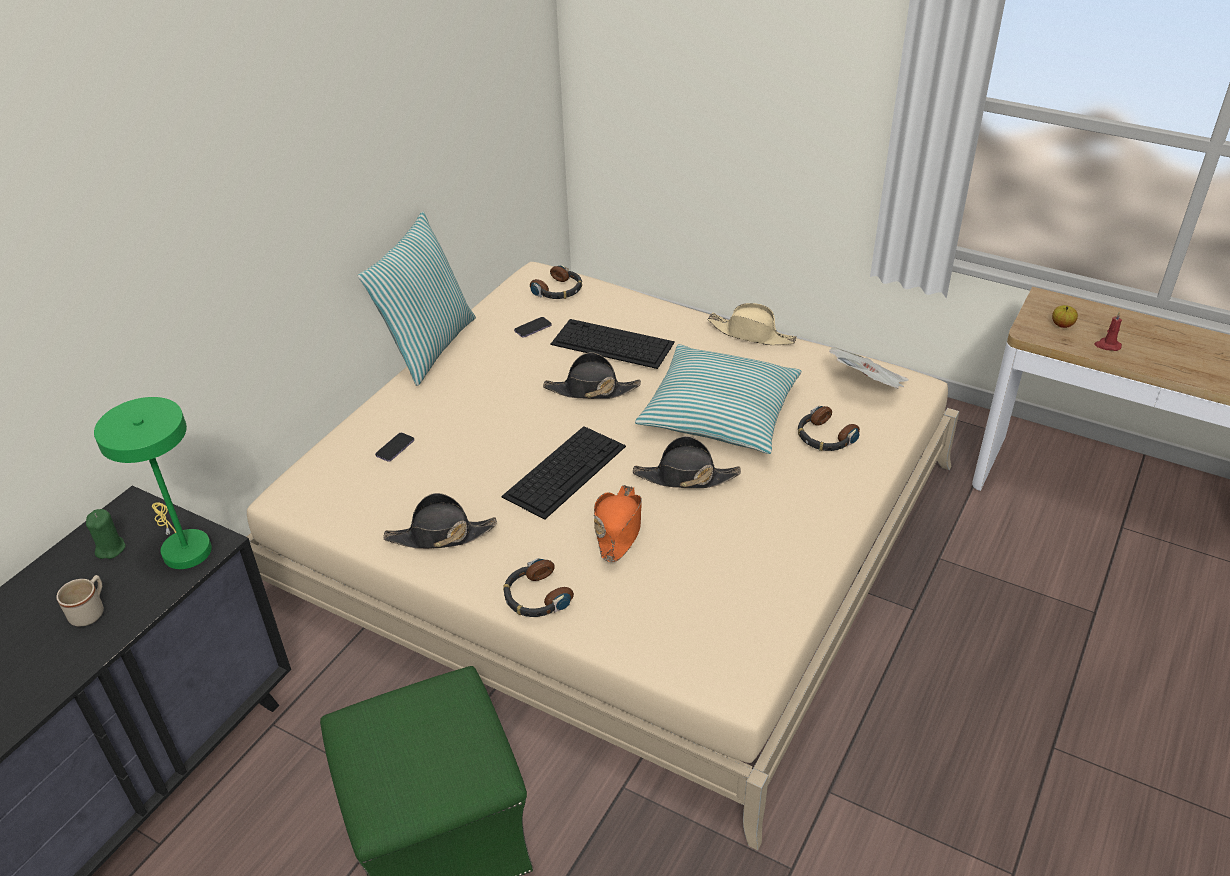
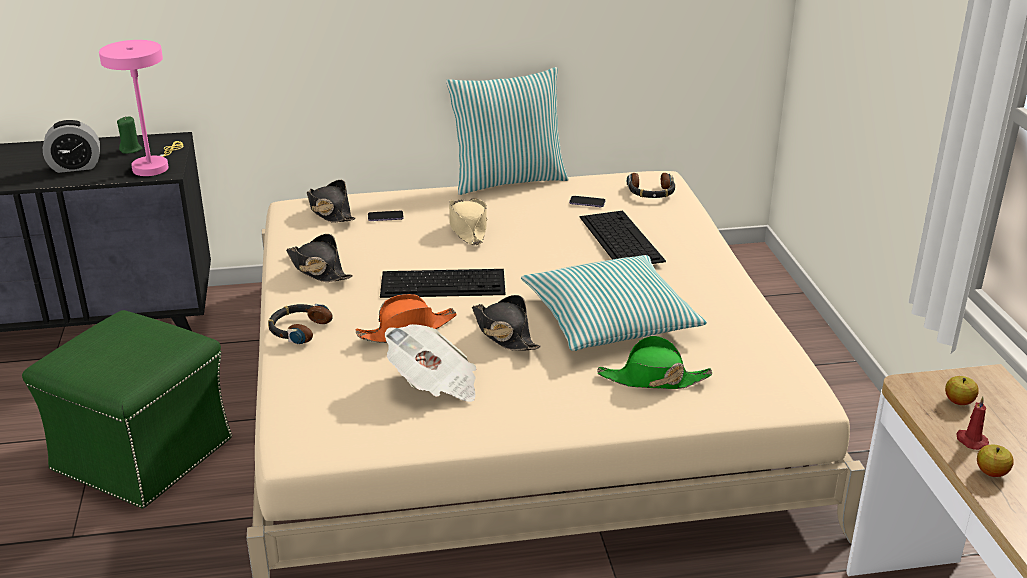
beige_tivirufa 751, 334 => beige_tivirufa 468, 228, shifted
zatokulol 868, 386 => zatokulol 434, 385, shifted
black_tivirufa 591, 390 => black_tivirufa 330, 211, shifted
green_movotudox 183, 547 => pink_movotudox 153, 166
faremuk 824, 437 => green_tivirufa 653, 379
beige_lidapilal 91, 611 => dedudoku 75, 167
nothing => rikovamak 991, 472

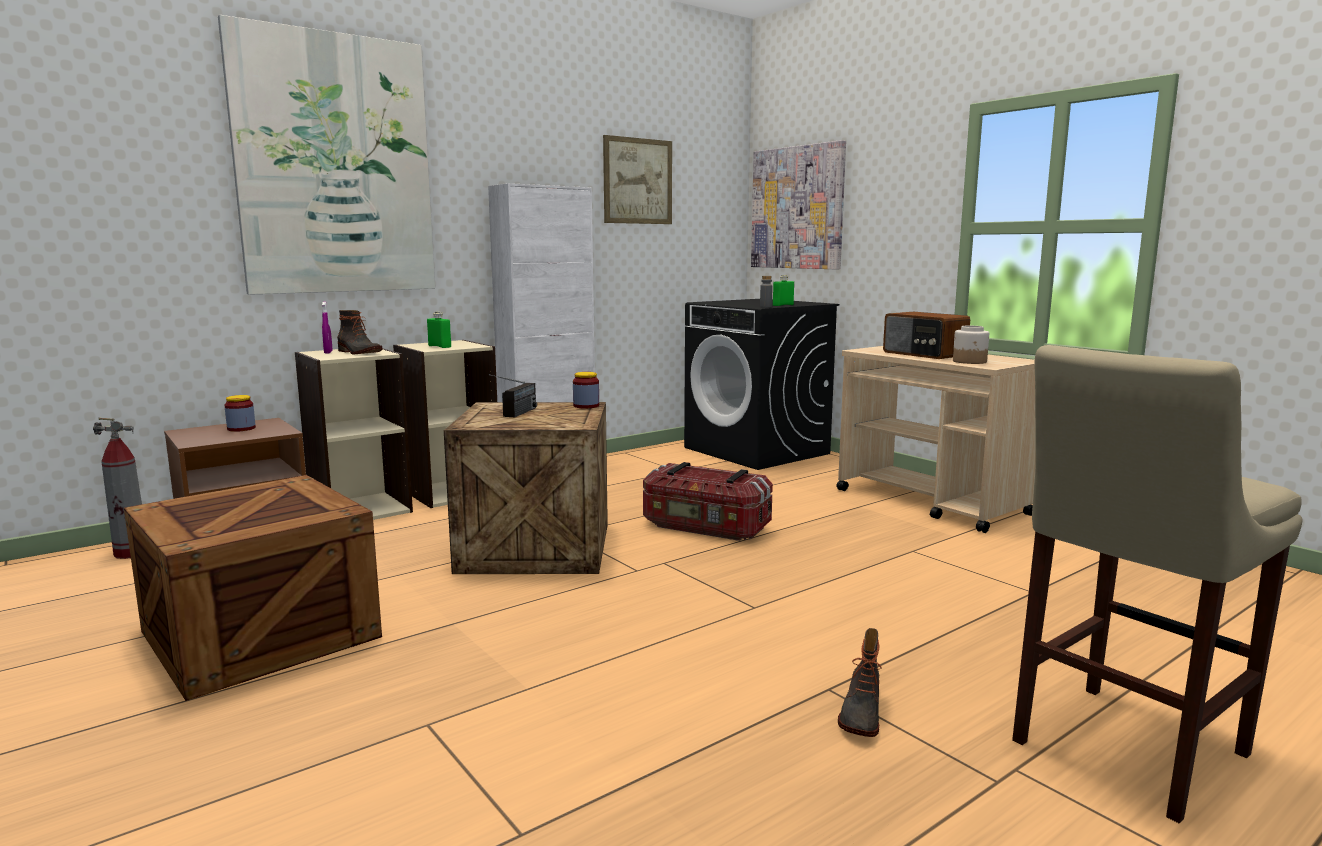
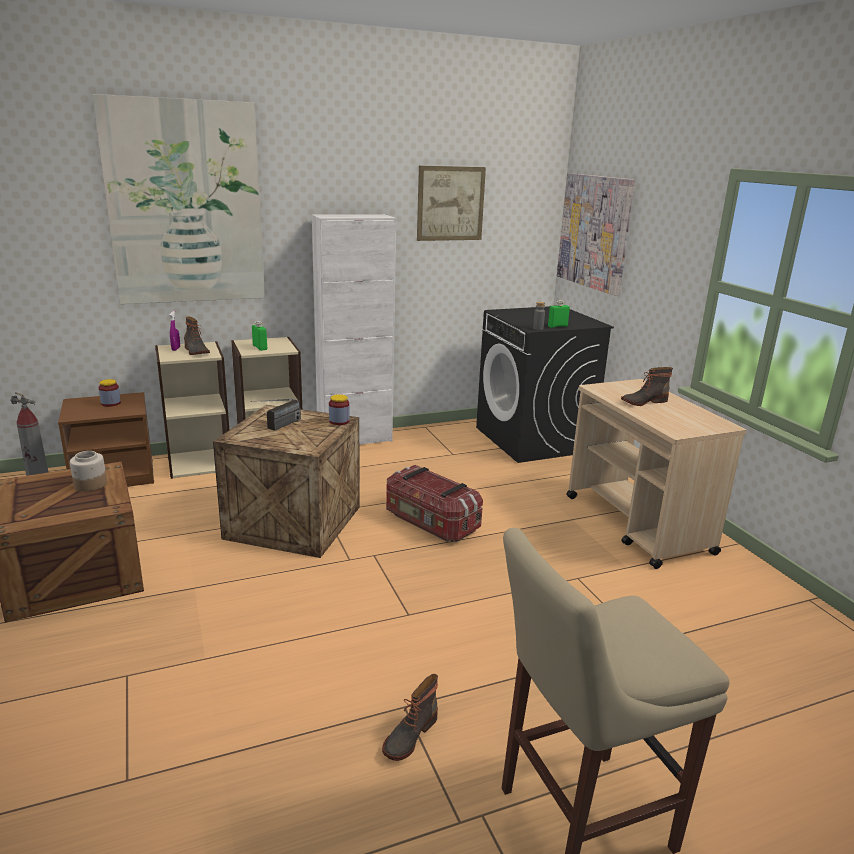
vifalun 923, 354 => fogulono 643, 401
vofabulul 970, 361 => vofabulul 90, 484, shifted

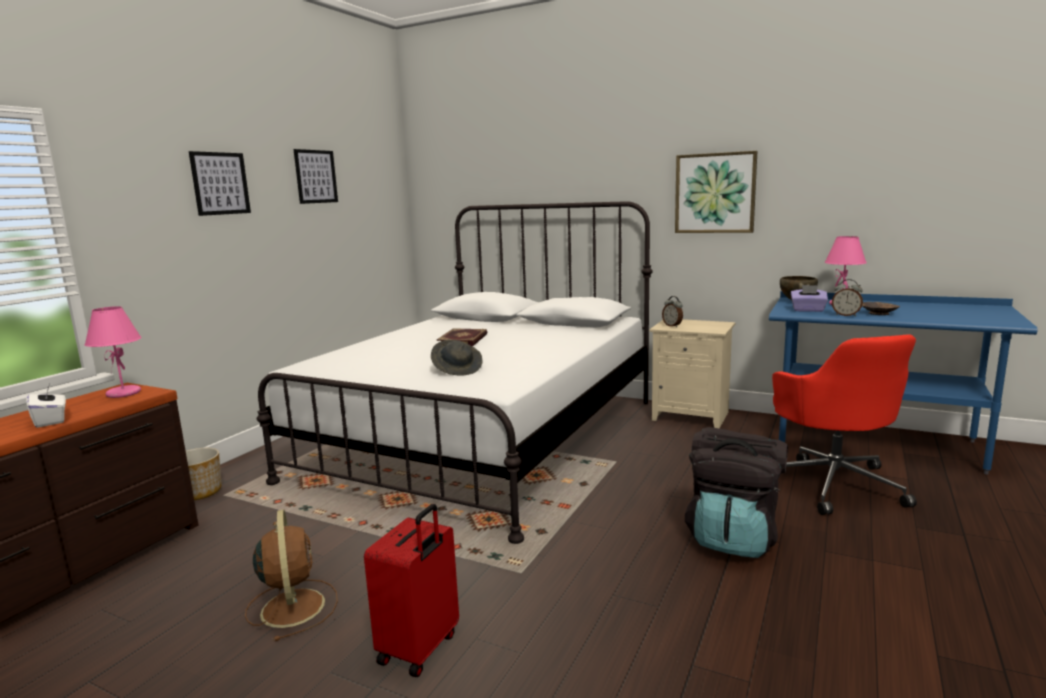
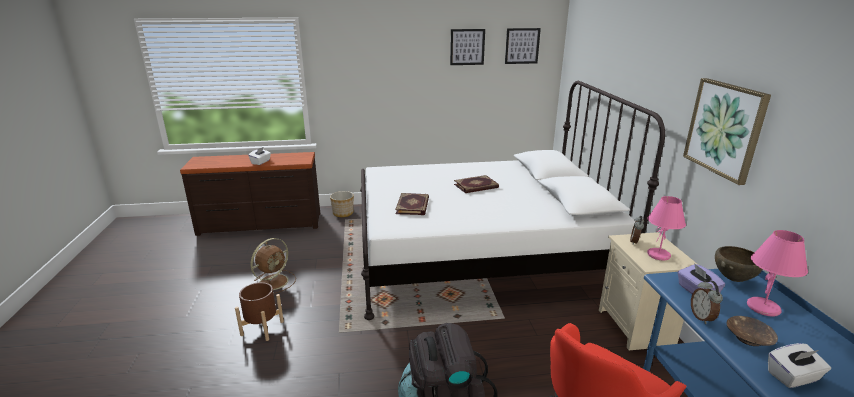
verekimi 220, 183 => verekimi 522, 46, shifted
pink_movotudox 124, 393 => pink_movotudox 658, 255, shifted
grey_tivirufa 457, 369 => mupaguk 413, 206
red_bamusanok 420, 649 => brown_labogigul 262, 328
nothing => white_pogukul 793, 377

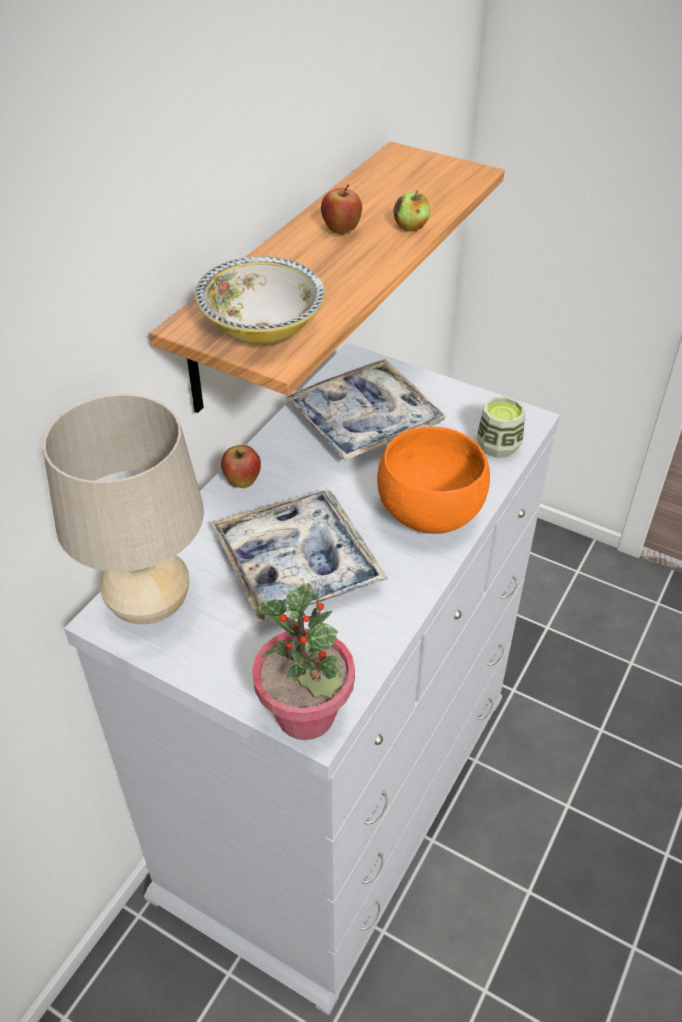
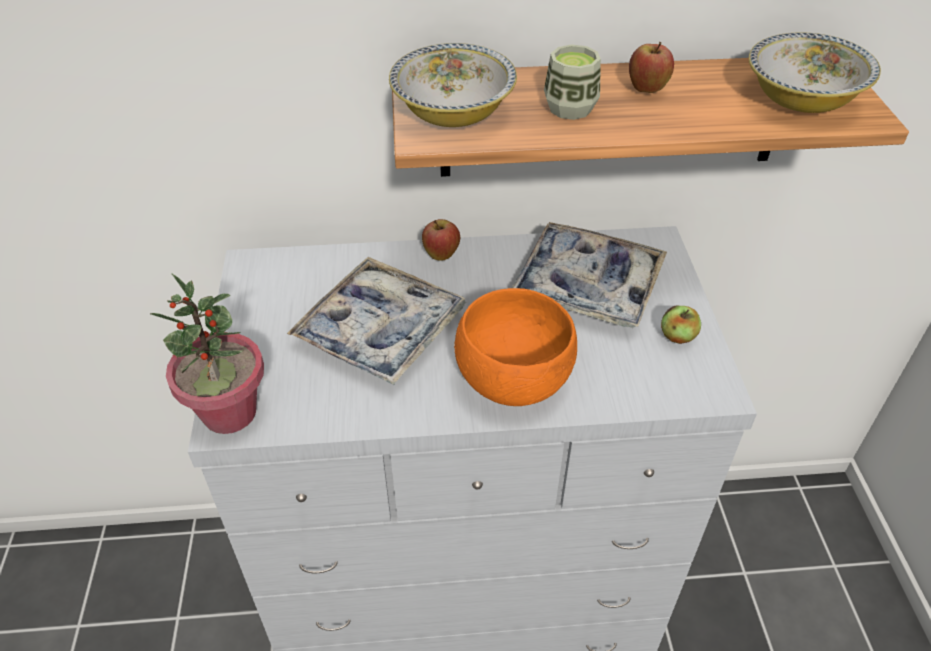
rikovamak 411, 227 => rikovamak 677, 336, shifted
beige_movotudox 150, 606 => nothing
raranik 498, 446 => raranik 570, 108, shifted
nothing => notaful 801, 100

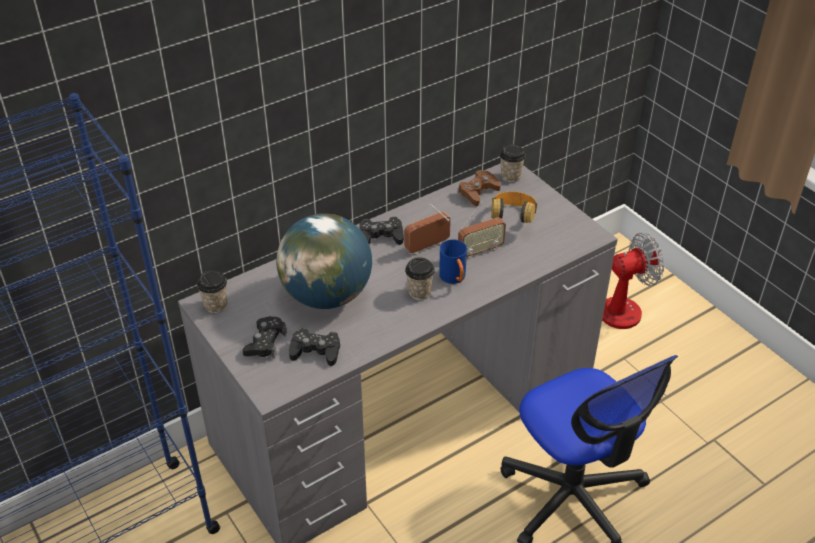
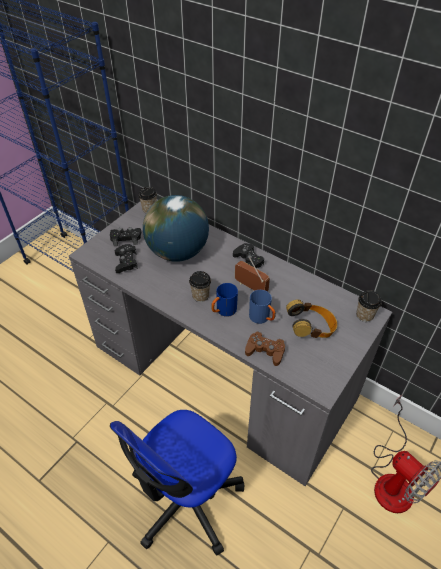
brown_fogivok 478, 192 => brown_fogivok 265, 351, shifted
vifalun 480, 250 => blue_lidapilal 262, 318

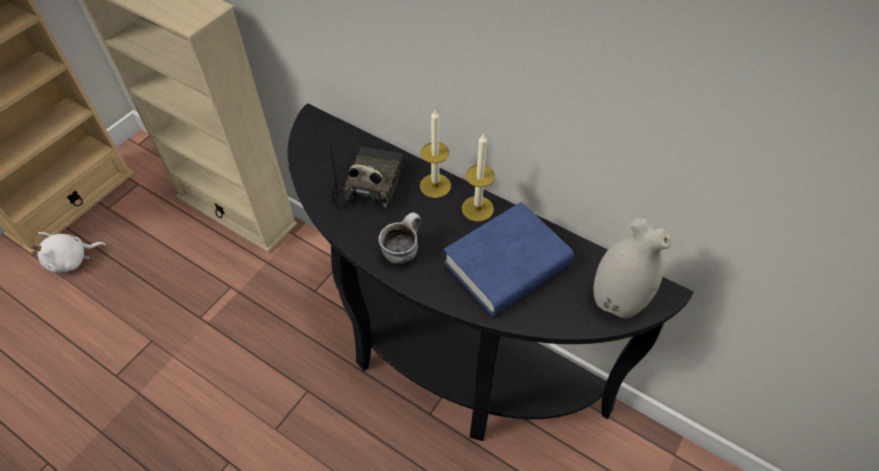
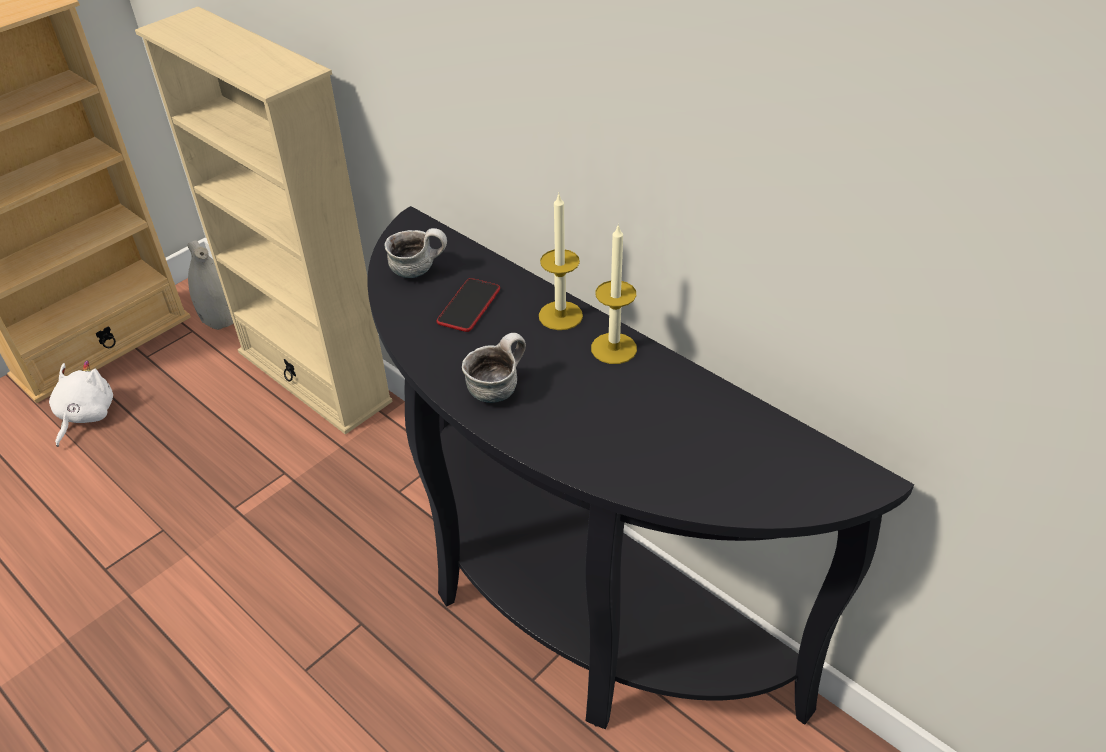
vifalun 368, 184 => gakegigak 469, 306
blue_mupaguk 507, 264 => nothing
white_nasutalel 618, 299 => white_nasutalel 221, 319, shifted
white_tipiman 72, 260 => white_tipiman 85, 416, 120 degrees clockwise
nothing => lidapilal 419, 269

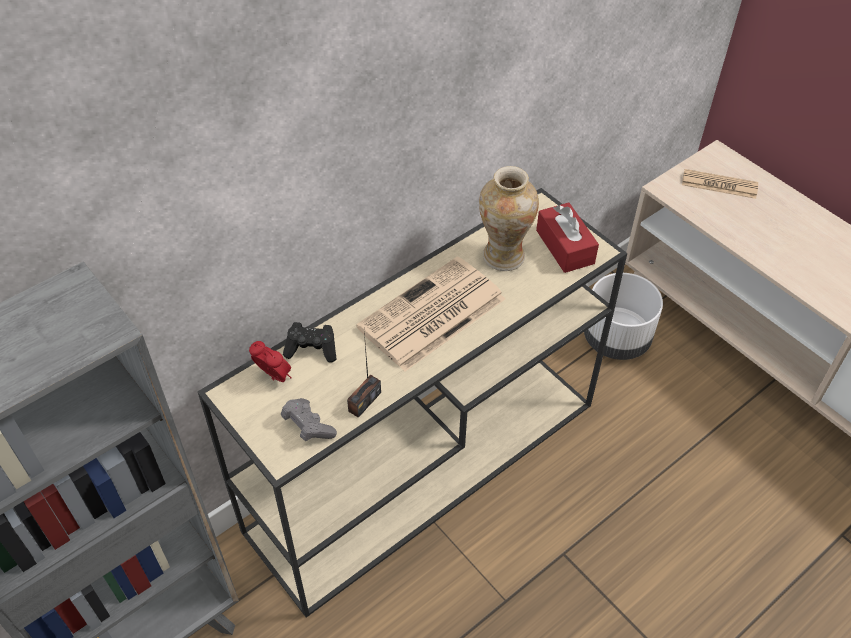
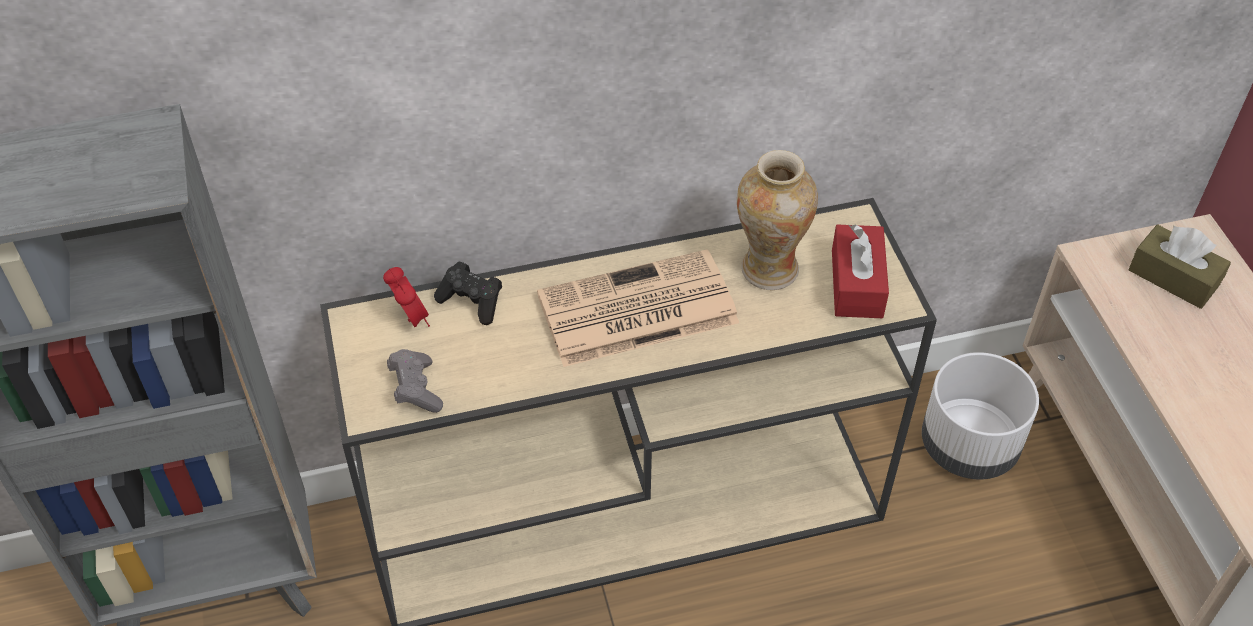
zatokulol 719, 185 => brown_pogukul 1173, 277
vifalun 364, 401 => nothing

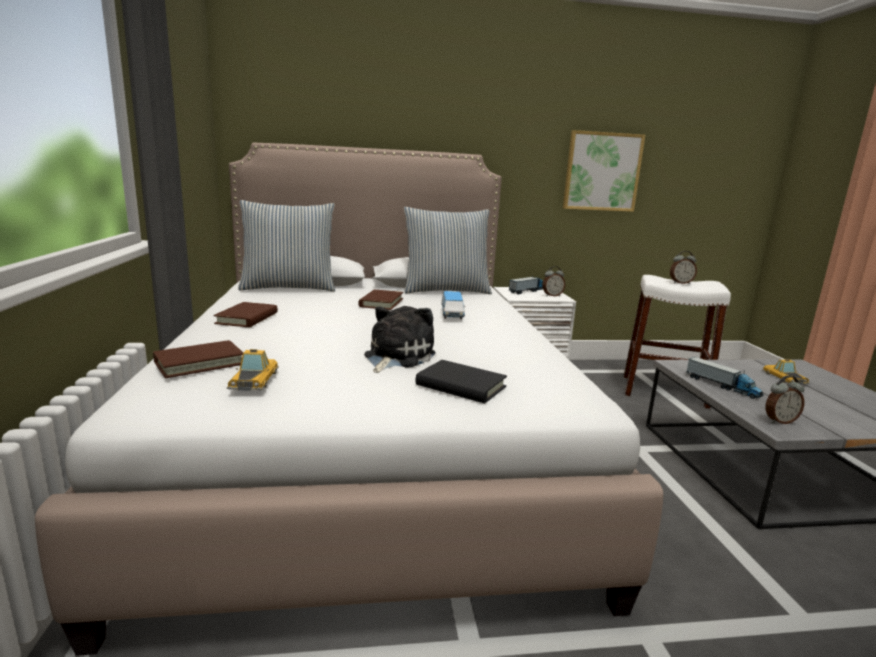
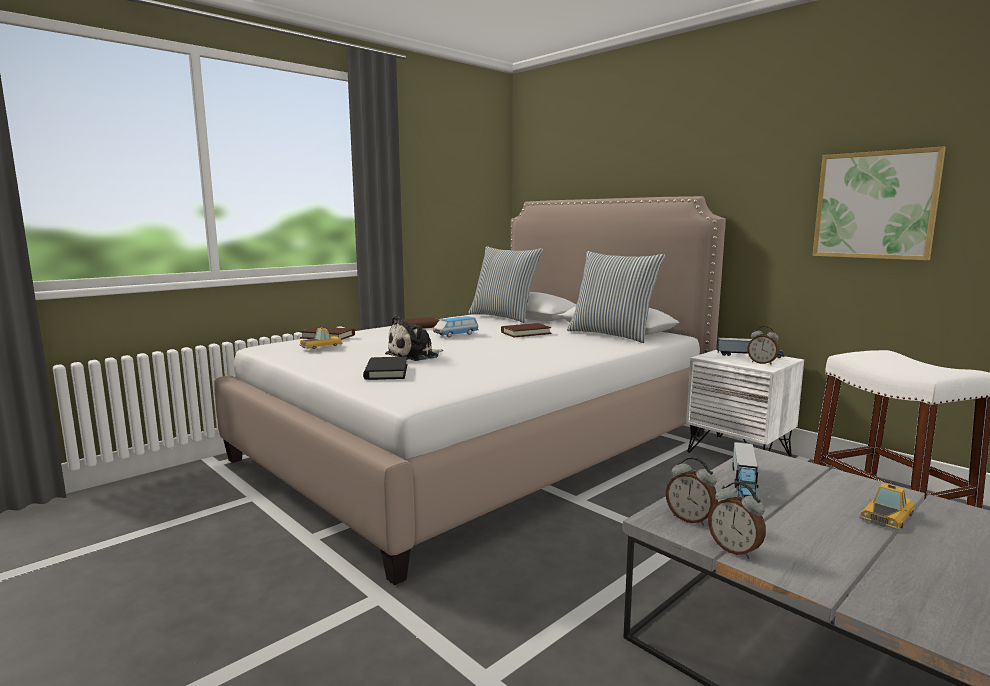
dedudoku 680, 283 => dedudoku 735, 549, shifted
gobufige 452, 315 => gobufige 455, 335, shifted
tipiman 396, 357 => tipiman 415, 356, 150 degrees clockwise

